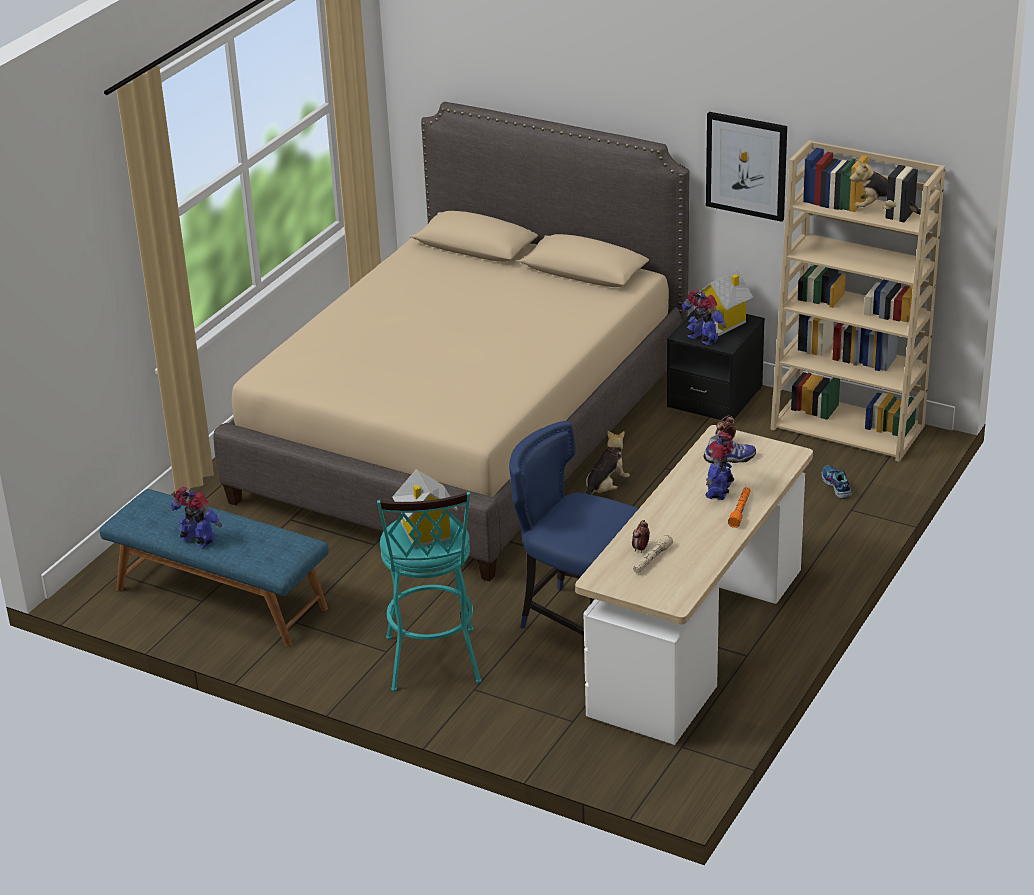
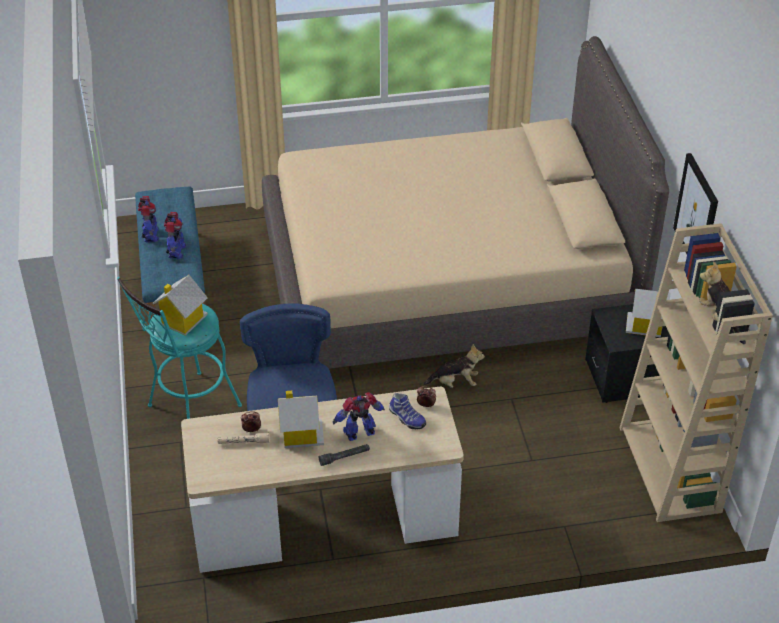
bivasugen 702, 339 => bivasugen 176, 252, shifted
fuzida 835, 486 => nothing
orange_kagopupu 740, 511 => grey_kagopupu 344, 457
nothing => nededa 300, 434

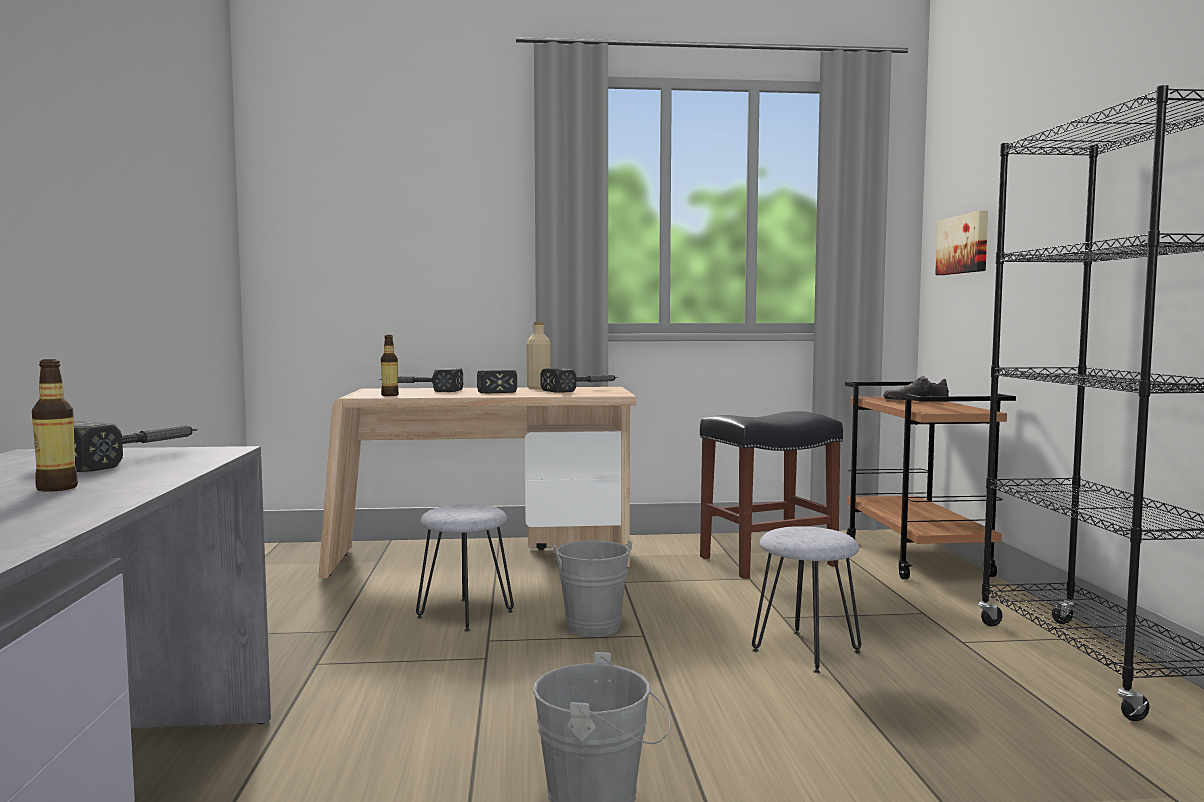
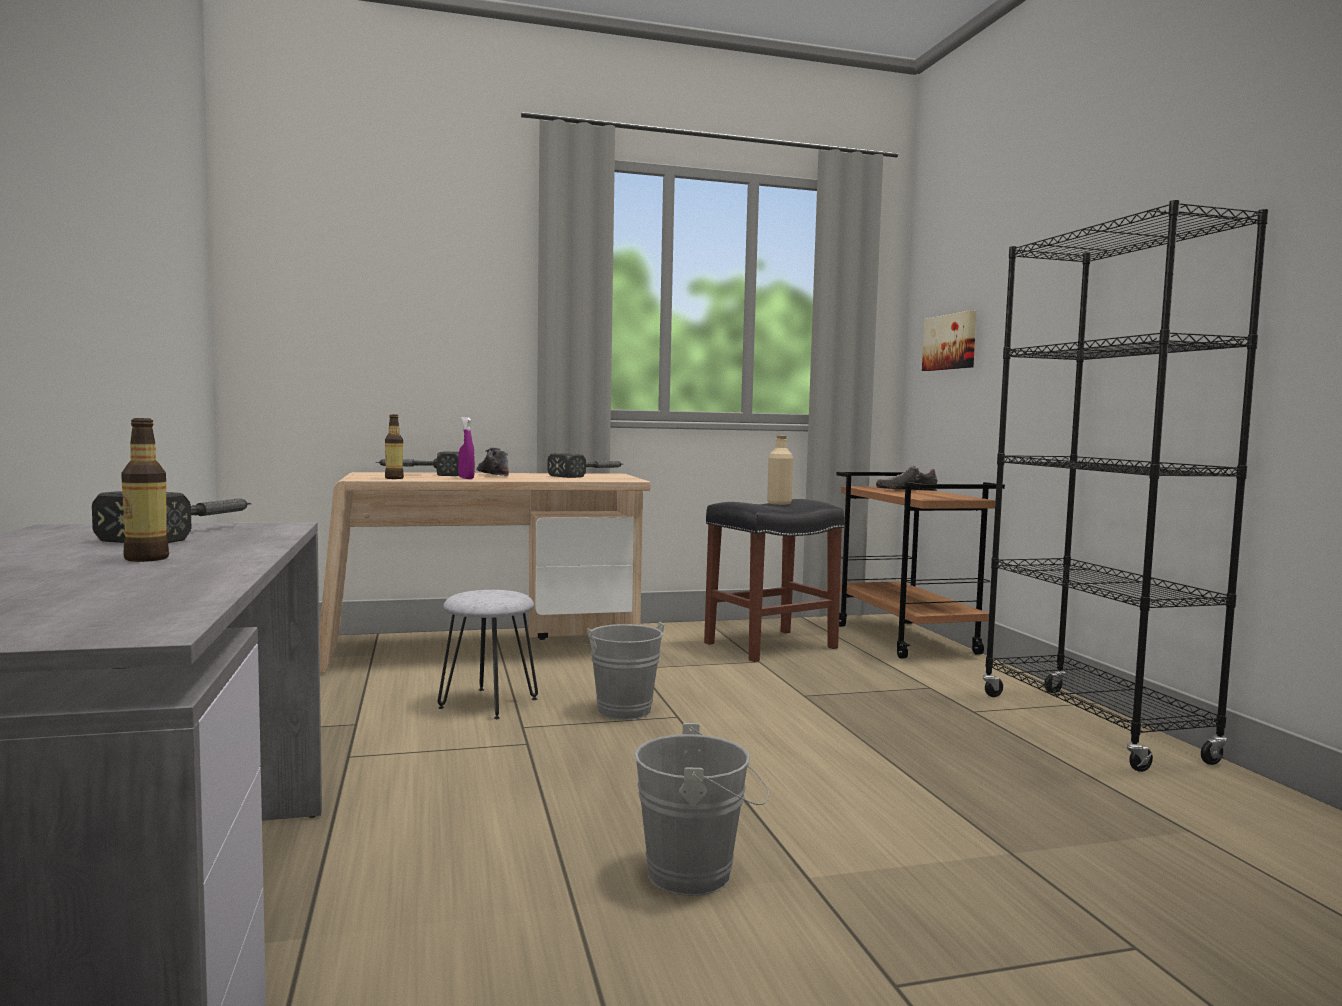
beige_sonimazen 539, 388 => beige_sonimazen 779, 503, shifted
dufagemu 489, 390 => fuzida 493, 474
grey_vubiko 807, 651 => nothing
nothing => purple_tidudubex 466, 478

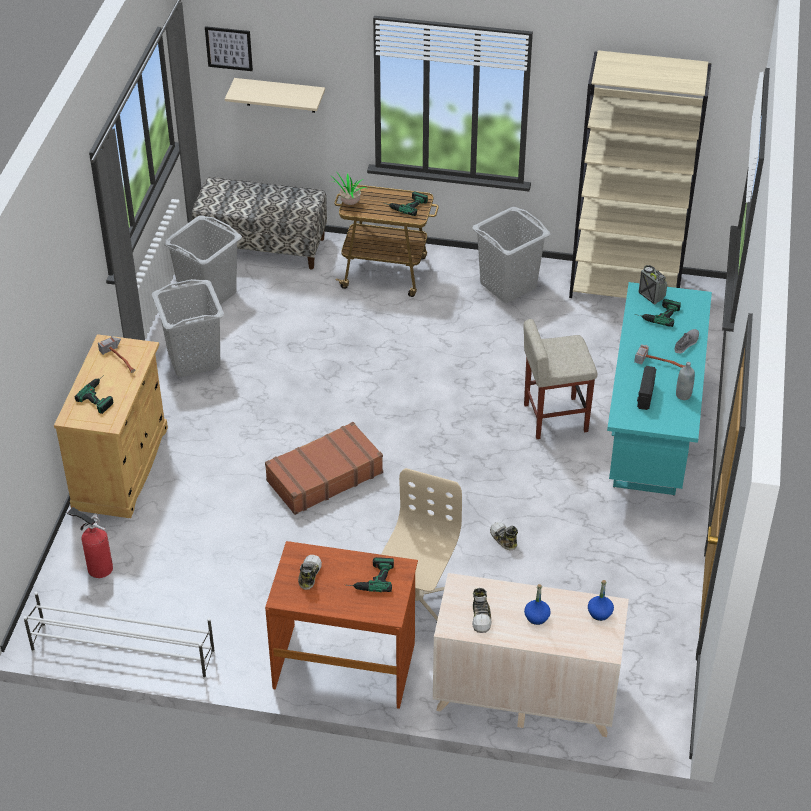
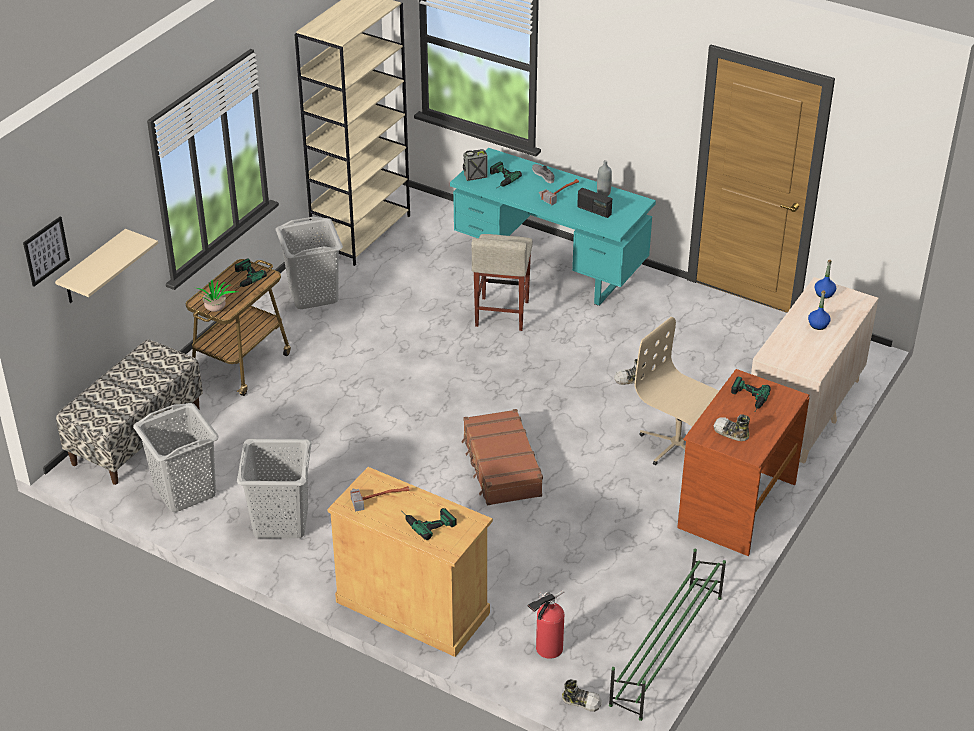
fuzida 481, 617 => fuzida 581, 701, shifted
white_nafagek 122, 651 => green_nafagek 666, 650

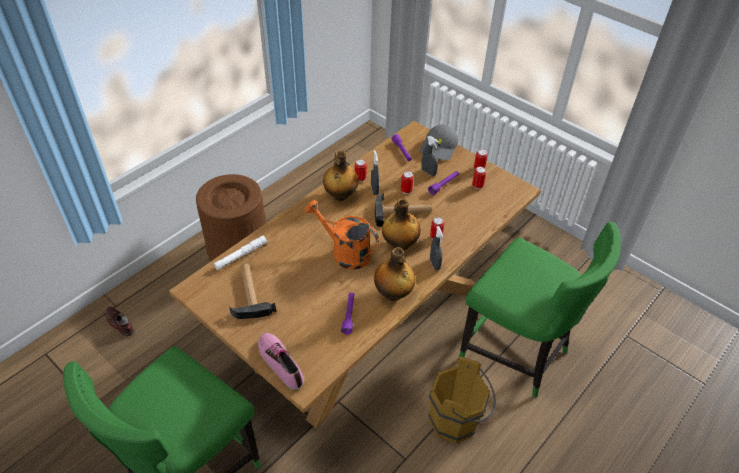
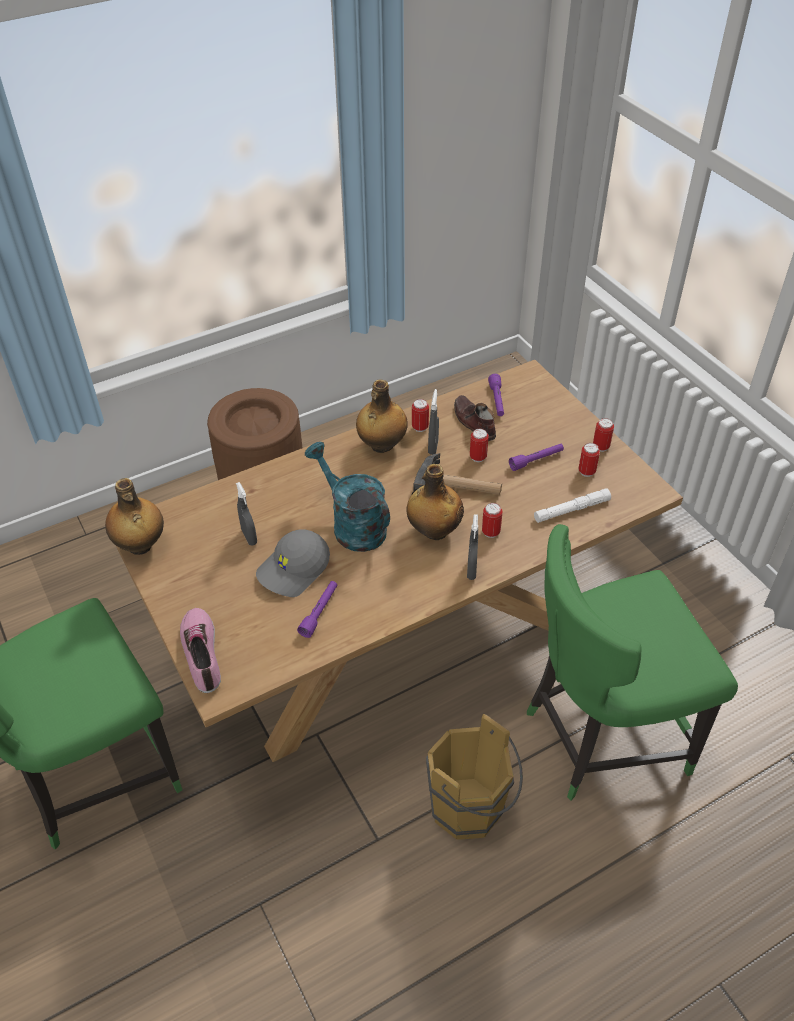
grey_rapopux 439, 148 => grey_rapopux 294, 570, shifted
grey_tidudubex 428, 172 => grey_tidudubex 249, 537, shifted
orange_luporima 345, 252 => turquoise_luporima 352, 525
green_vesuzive 516, 353 => green_vesuzive 601, 736, 105 degrees clockwise
white_kagopupu 241, 255 => white_kagopupu 571, 509, shifted
sonimazen 393, 294 => sonimazen 140, 546, shifted
dufagemu 249, 293 => nothing
brown_fuzida 119, 323 => brown_fuzida 473, 422, shifted

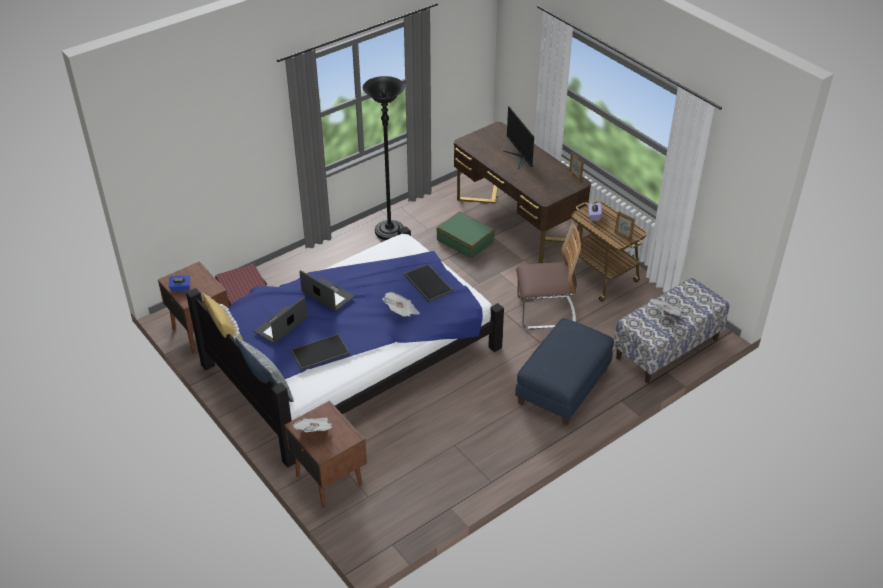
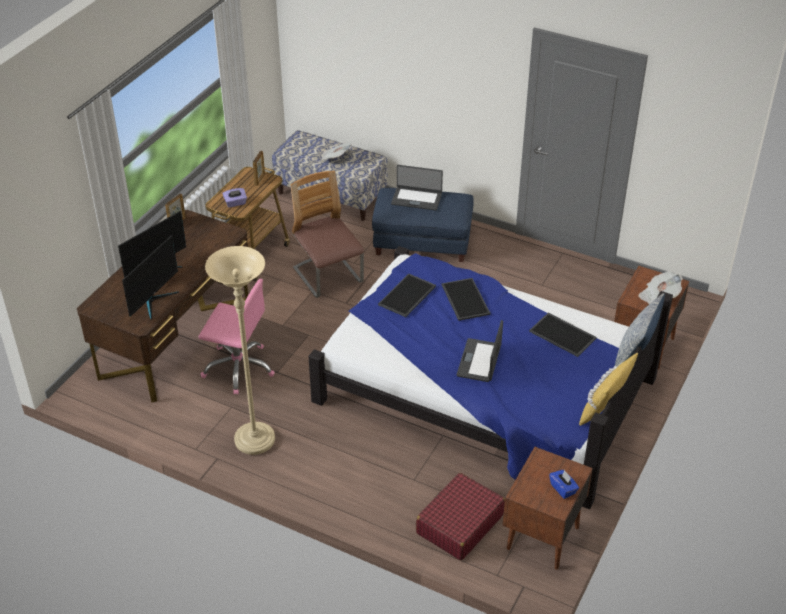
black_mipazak 389, 232 => beige_mipazak 254, 440
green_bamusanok 465, 241 => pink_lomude 238, 368
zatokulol 401, 312 => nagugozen 464, 299
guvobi 281, 325 => guvobi 416, 198, shifted
nothing => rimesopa 154, 301

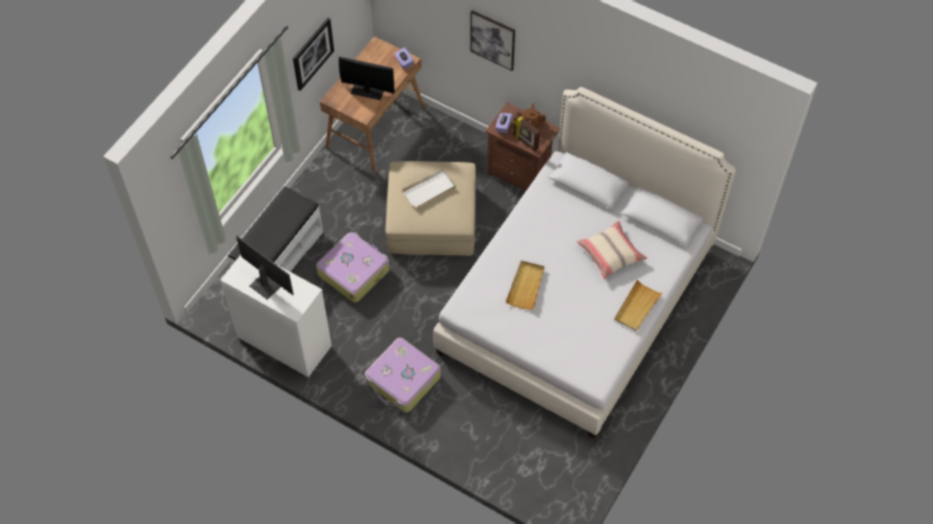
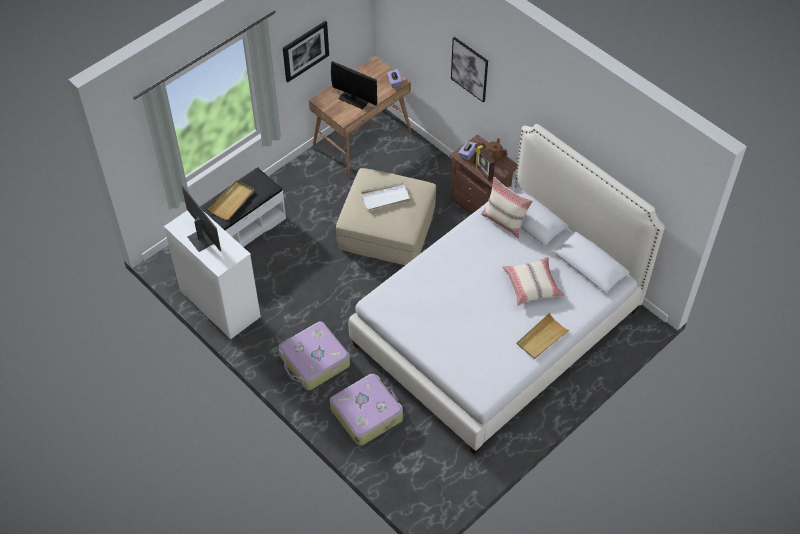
bamusanok 354, 271 => bamusanok 367, 413, shifted
beige_nagugozen 526, 286 => beige_nagugozen 232, 201, shifted
nothing => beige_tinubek 504, 221

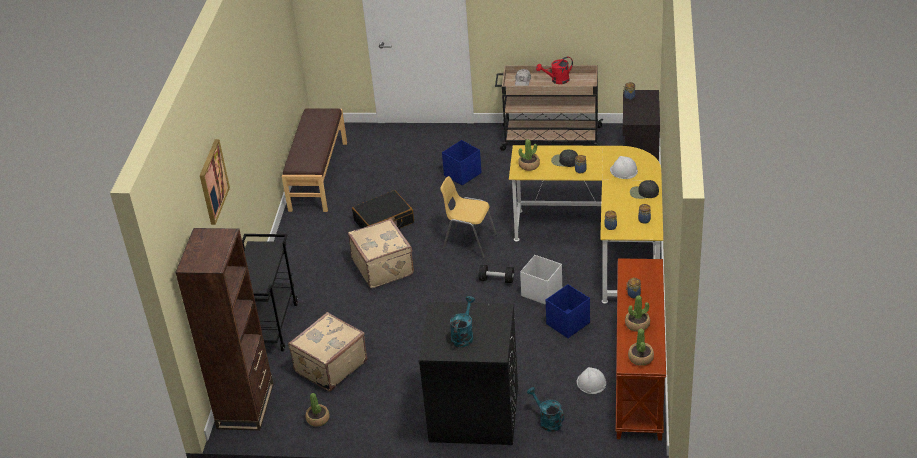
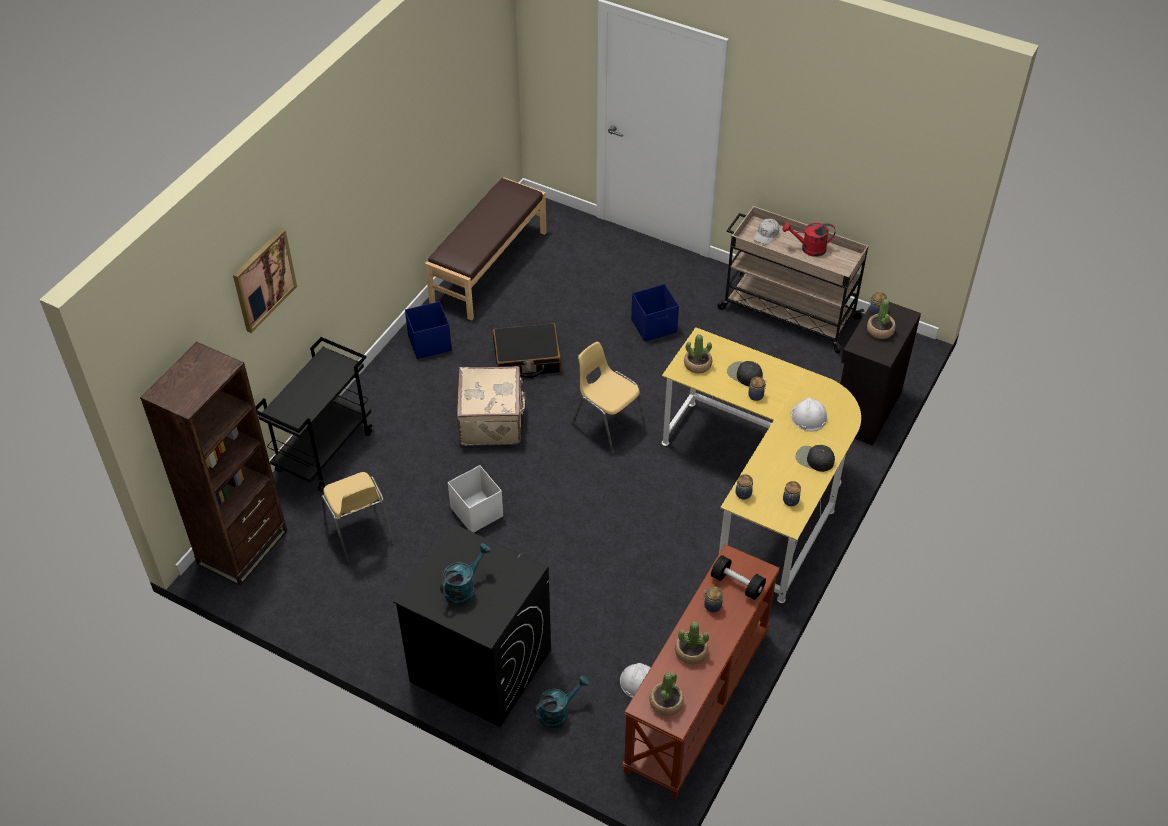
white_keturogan 541, 292 => white_keturogan 476, 511, shifted
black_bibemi 496, 280 => black_bibemi 737, 584, shifted
blue_keturogan 567, 324 => blue_keturogan 429, 343, shifted
beige_bamusanok 329, 366 => yellow_vesuzive 359, 532
turquoise_luporima 547, 421 => turquoise_luporima 558, 712, 75 degrees clockwise
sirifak 318, 419 => sirifak 880, 330, shifted

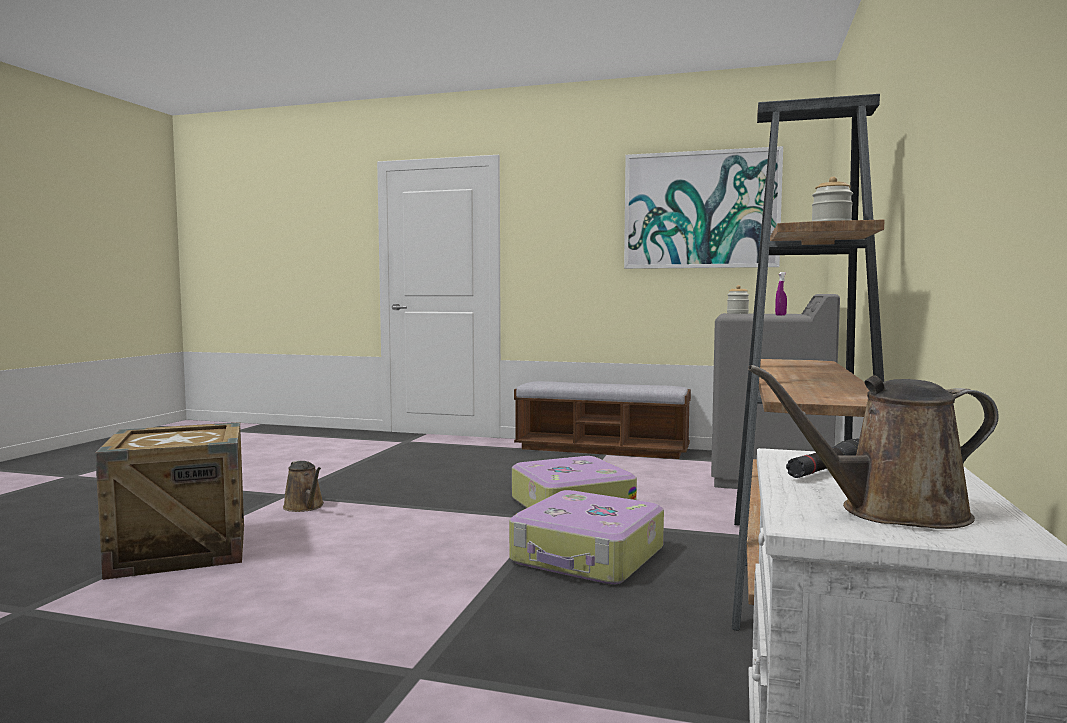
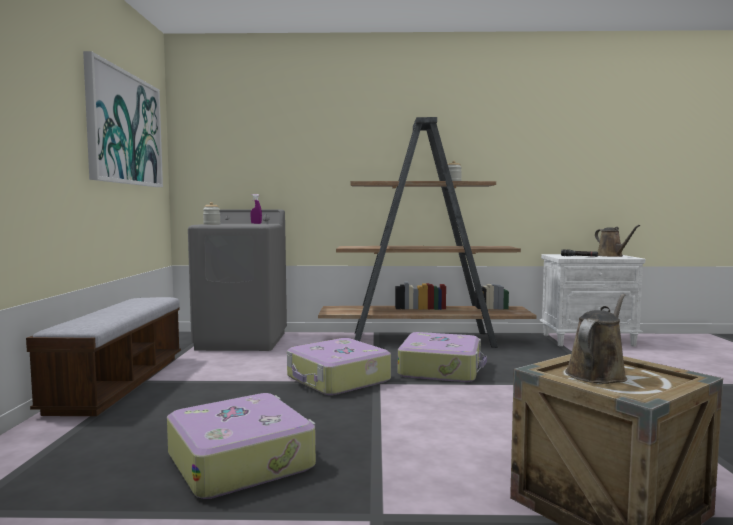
brown_luporima 305, 507 => brown_luporima 597, 373, shifted
nothing => bamusanok 241, 460

